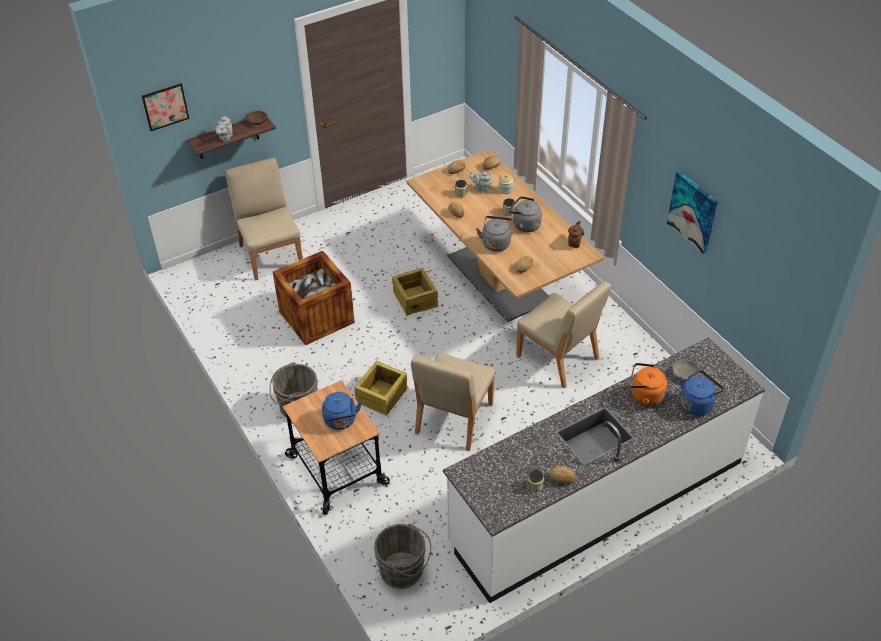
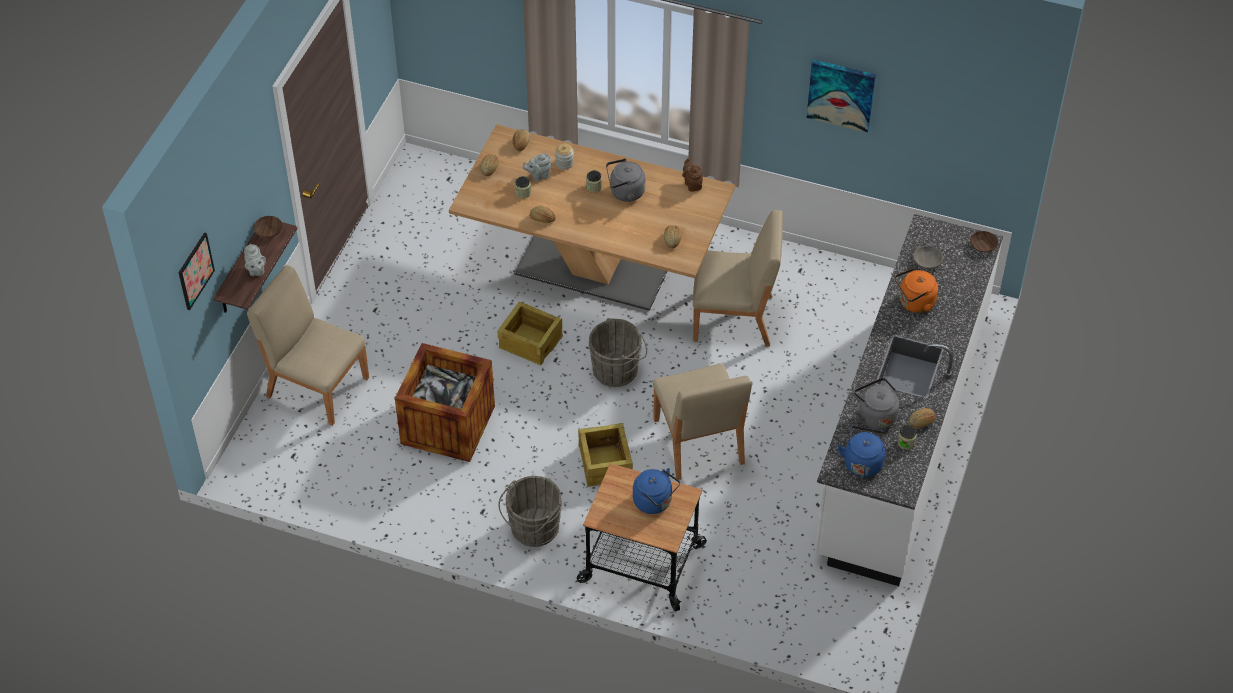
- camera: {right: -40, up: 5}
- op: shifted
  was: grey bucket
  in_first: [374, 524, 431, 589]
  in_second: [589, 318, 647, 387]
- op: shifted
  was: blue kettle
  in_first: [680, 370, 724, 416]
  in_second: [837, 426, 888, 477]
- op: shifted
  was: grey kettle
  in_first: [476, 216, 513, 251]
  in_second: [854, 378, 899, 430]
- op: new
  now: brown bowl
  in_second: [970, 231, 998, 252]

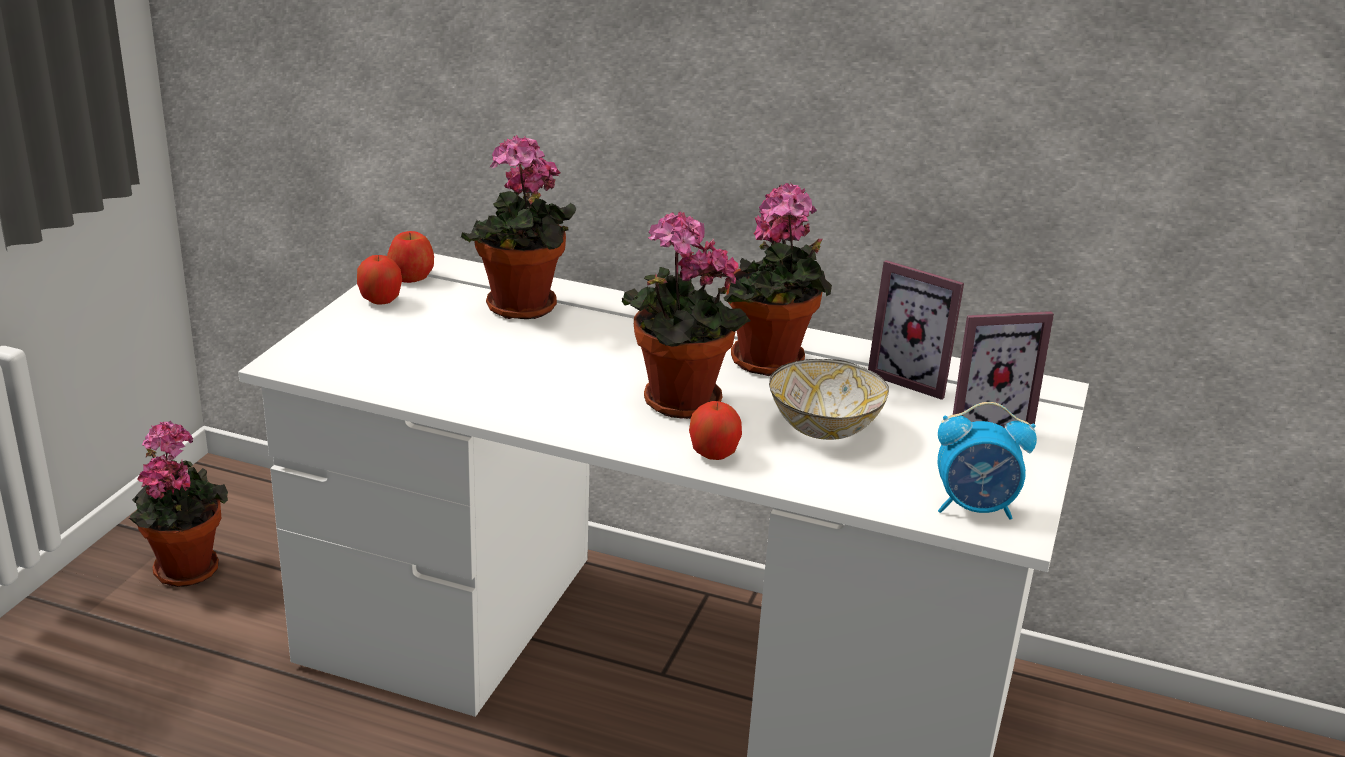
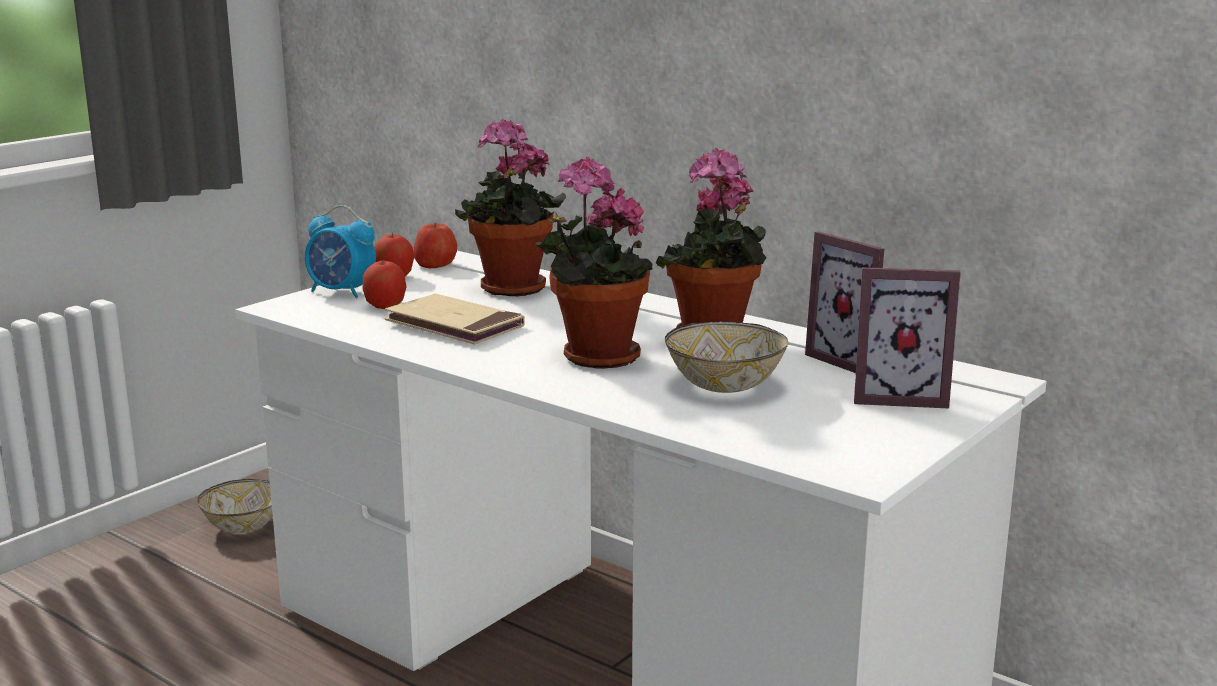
- camera: {right: 20, up: -10}
- op: swapped
  was: potted plant
  now: bowl
  in_first: [129, 421, 228, 587]
  in_second: [198, 479, 273, 533]
- op: shifted
  was: alarm clock
  in_first: [938, 402, 1037, 520]
  in_second: [305, 205, 376, 298]
- op: shifted
  was: apple
  in_first: [689, 401, 742, 460]
  in_second: [362, 261, 407, 309]
- op: new
  now: beige book
  in_second: [385, 294, 525, 345]

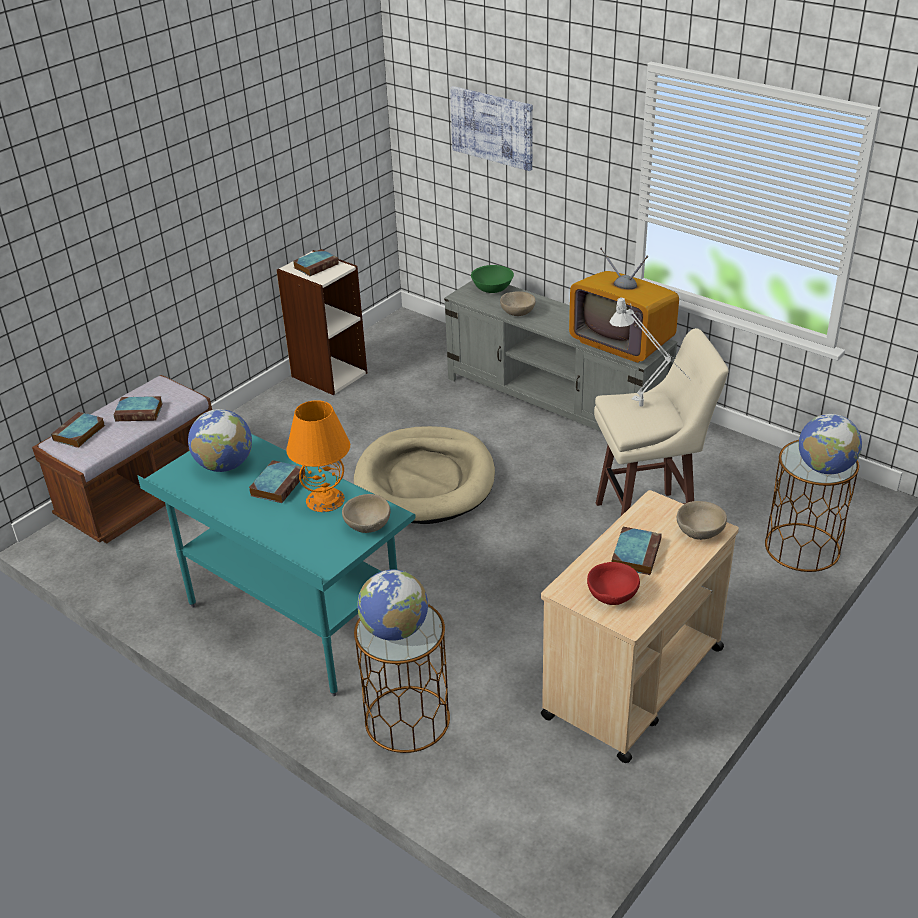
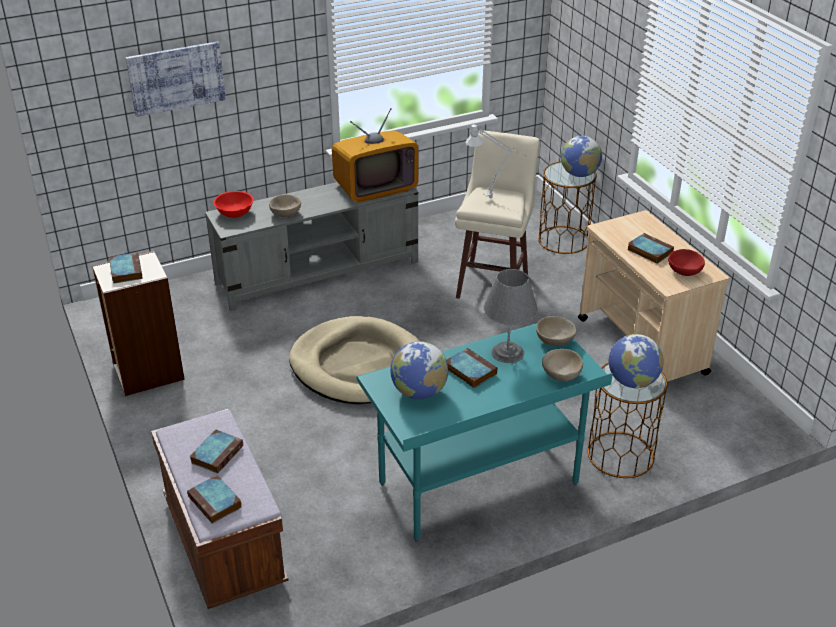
- camera: {right: -65, up: 0}
- op: repainted
  was: green bowl
  now: red bowl
  in_first: [471, 265, 514, 293]
  in_second: [214, 191, 254, 218]
- op: repainted
  was: orange table lamp
  now: grey table lamp
  in_first: [286, 400, 350, 512]
  in_second: [484, 269, 538, 363]
- op: shifted
  was: beige bowl
  in_first: [677, 501, 727, 540]
  in_second: [542, 349, 583, 381]

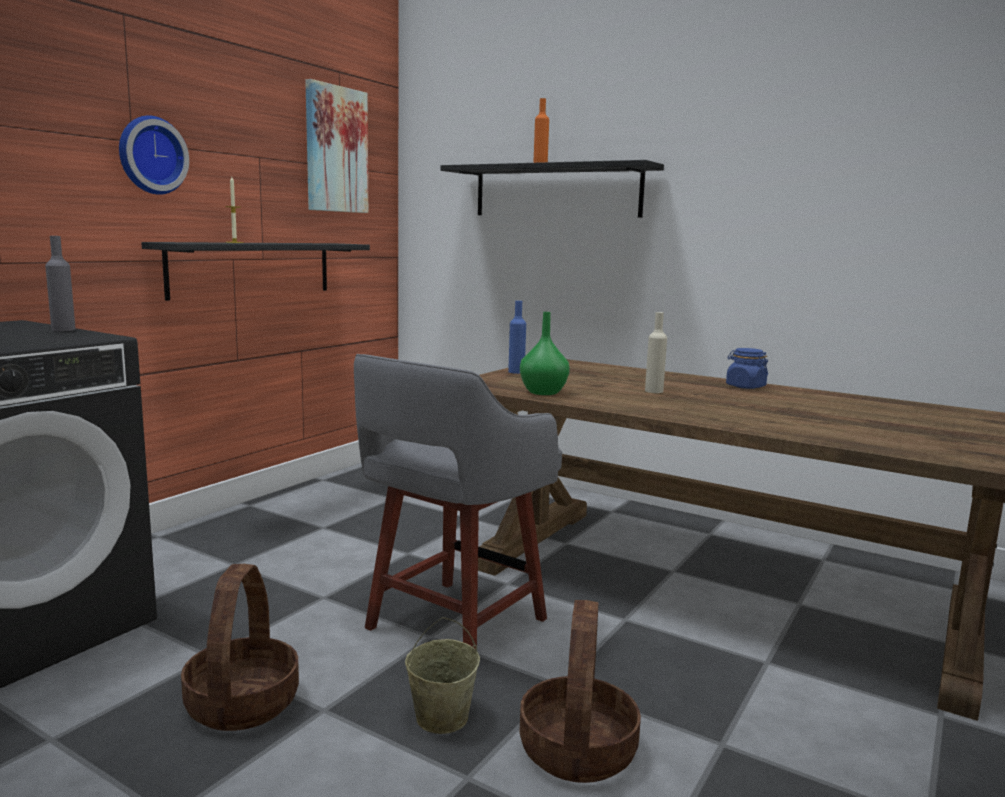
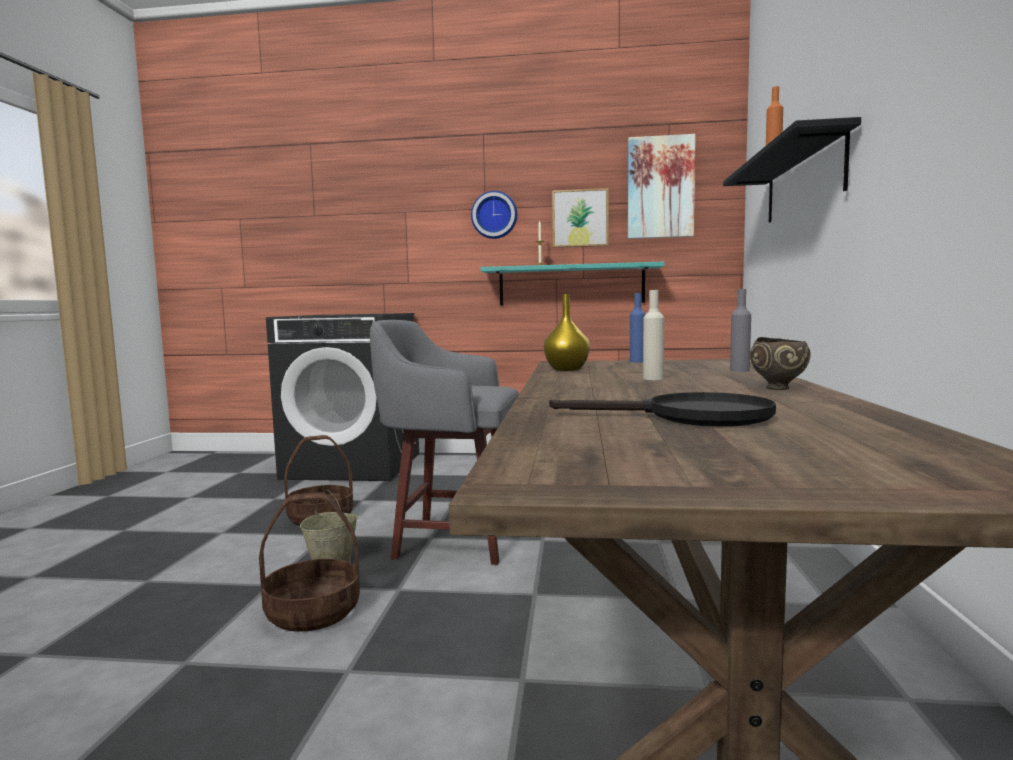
- camera: {right: 65, up: -5}
- op: repainted
  was: black shelf
  now: turquoise shelf
  in_first: [141, 242, 370, 301]
  in_second: [480, 262, 665, 306]
- op: repainted
  was: green vase
  now: yellow vase
  in_first: [520, 312, 570, 395]
  in_second: [543, 294, 590, 371]
- op: new
  now: black frying pan
  in_second: [549, 392, 776, 427]
- op: new
  now: picture
  in_second: [552, 188, 609, 248]
- op: shifted
  was: grey bottle
  in_first: [45, 236, 76, 331]
  in_second: [730, 289, 751, 372]
- op: swapped
  was: blue jar
  now: brown bowl
  in_first: [726, 348, 768, 389]
  in_second: [750, 337, 811, 390]

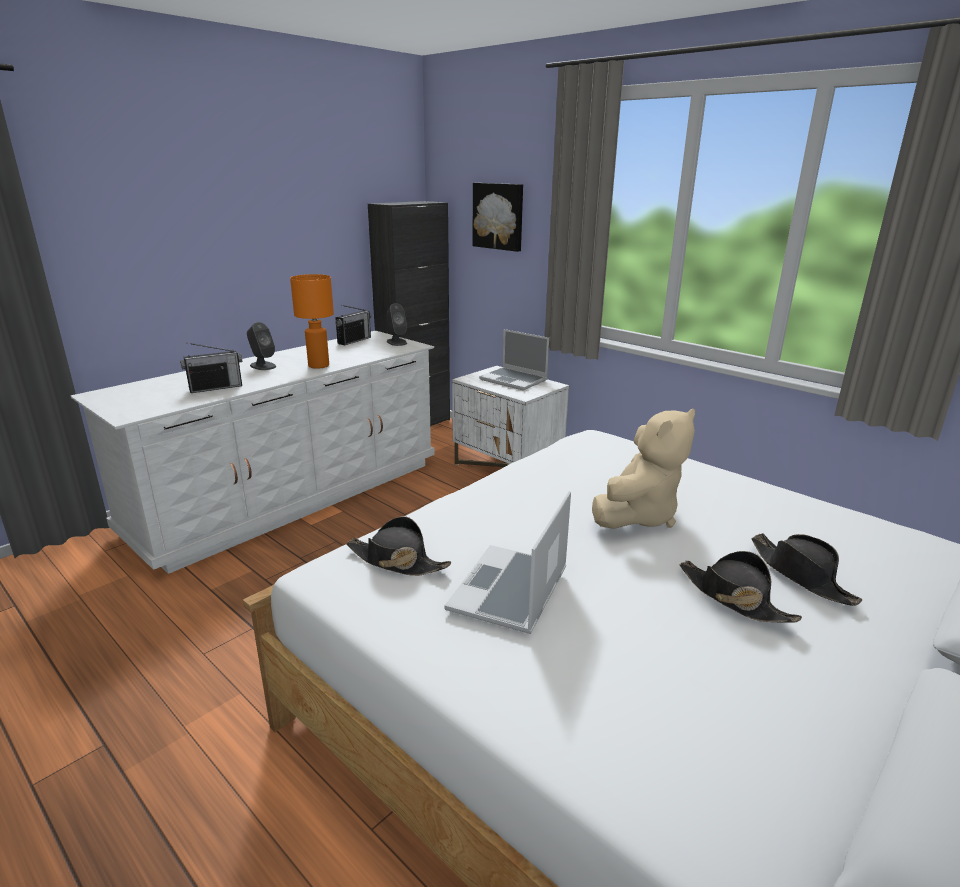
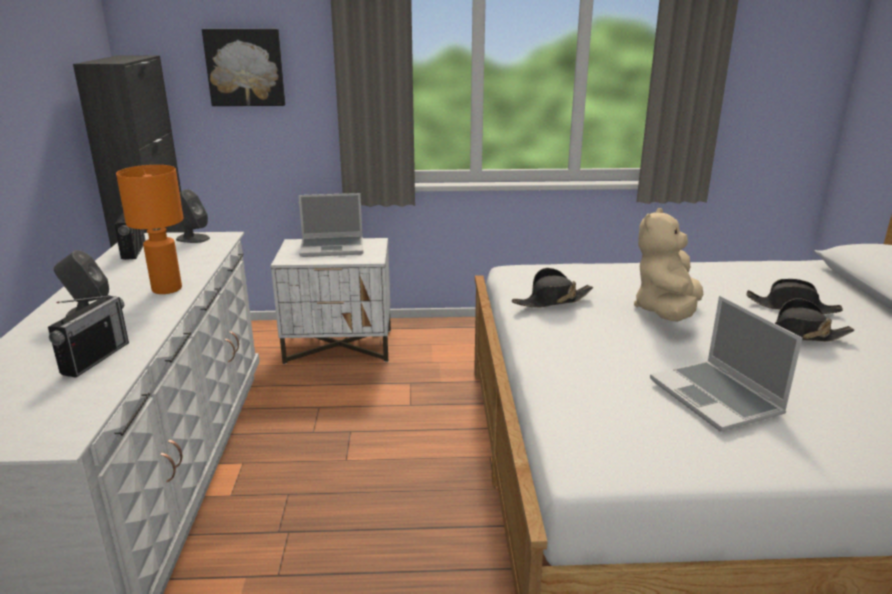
- camera: {right: -45, up: 0}
- op: shifted
  was: black hat
  in_first: [346, 516, 451, 576]
  in_second: [512, 268, 593, 308]
- op: rotated
  was: beige plush toy
  in_first: [592, 409, 695, 529]
  in_second: [634, 208, 703, 322]
  clockwise: -150

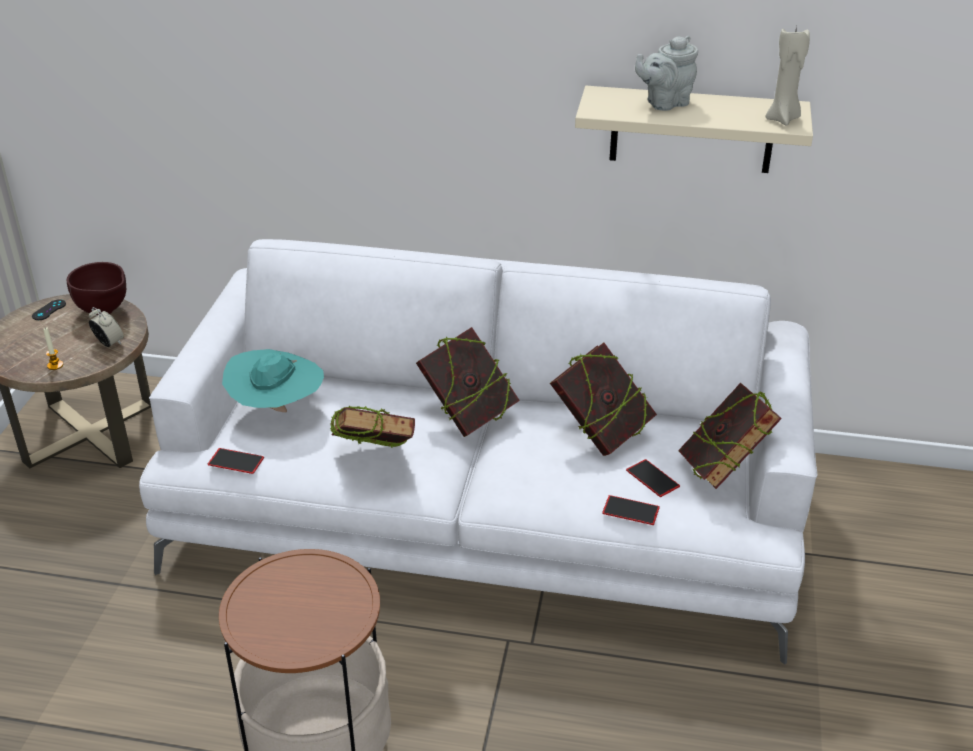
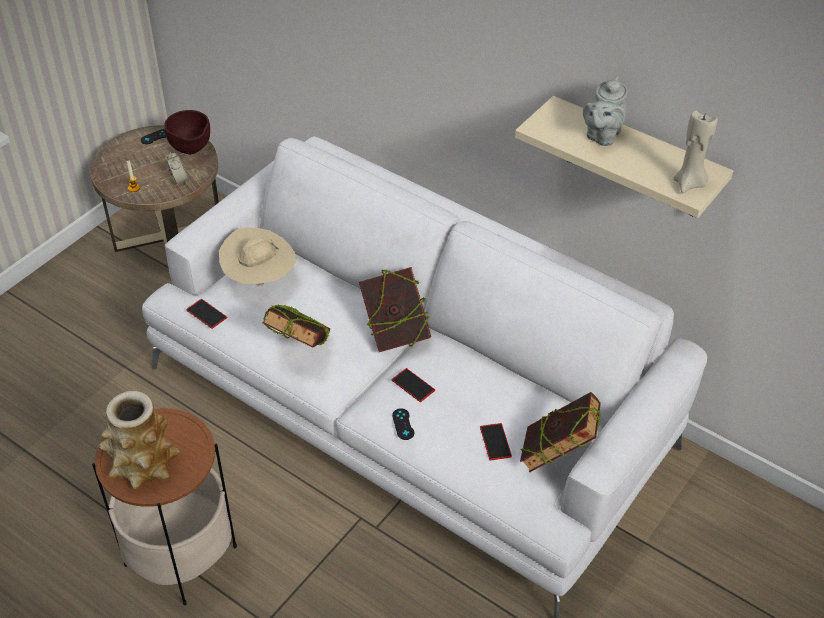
- camera: {right: 25, up: 10}
- op: new
  now: vase
  in_second: [99, 391, 180, 489]
- op: repainted
  was: turquoise hat
  now: beige hat
  in_first: [222, 349, 324, 413]
  in_second: [219, 228, 296, 285]
- op: shifted
  was: phone
  in_first: [602, 495, 660, 525]
  in_second: [391, 368, 435, 402]
- op: new
  now: black game controller
  in_second: [392, 408, 414, 440]
- op: rotated
  was: grey teapot
  in_first: [635, 36, 698, 111]
  in_second: [583, 77, 628, 146]
  clockwise: -60
- op: gone
  was: book
  in_first: [550, 342, 657, 456]

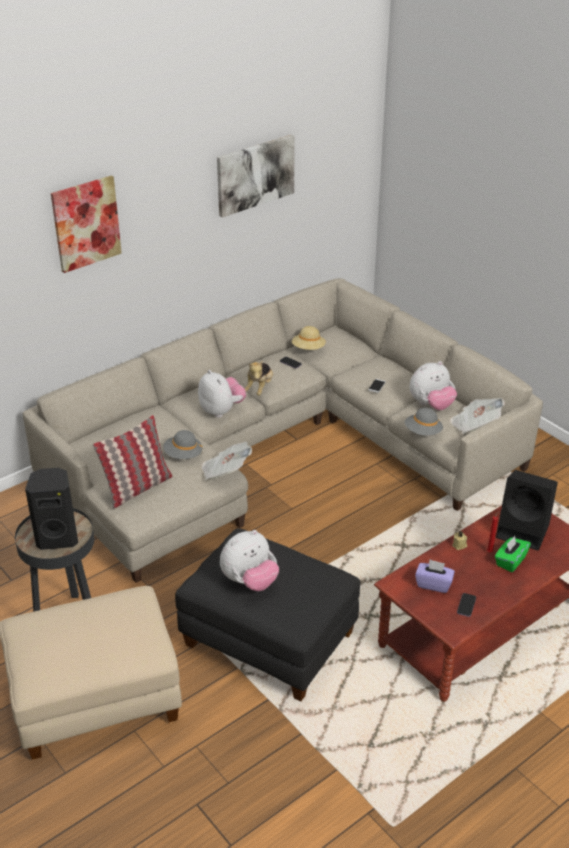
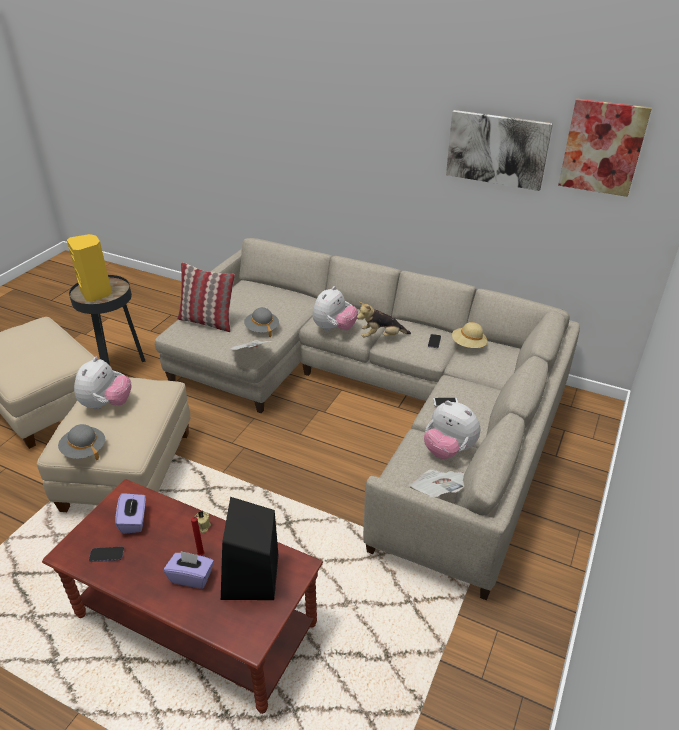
- camera: {right: 65, up: 0}
- op: repainted
  was: black ottoman
  now: beige ottoman
  in_first: [175, 528, 361, 701]
  in_second: [37, 377, 191, 512]
- op: shifted
  was: grey hat
  in_first: [405, 408, 443, 436]
  in_second: [58, 424, 105, 460]
- op: repainted
  was: black speaker
  now: yellow speaker
  in_first: [25, 468, 78, 550]
  in_second: [67, 234, 112, 302]
- op: rotated
  was: plush toy
  in_first: [220, 530, 279, 591]
  in_second: [74, 357, 131, 410]
  clockwise: -105
- op: repainted
  was: green tissue box
  now: purple tissue box
  in_first: [495, 536, 531, 572]
  in_second: [164, 551, 214, 589]
- op: shifted
  was: picture
  in_first: [51, 176, 122, 273]
  in_second: [558, 99, 652, 197]

